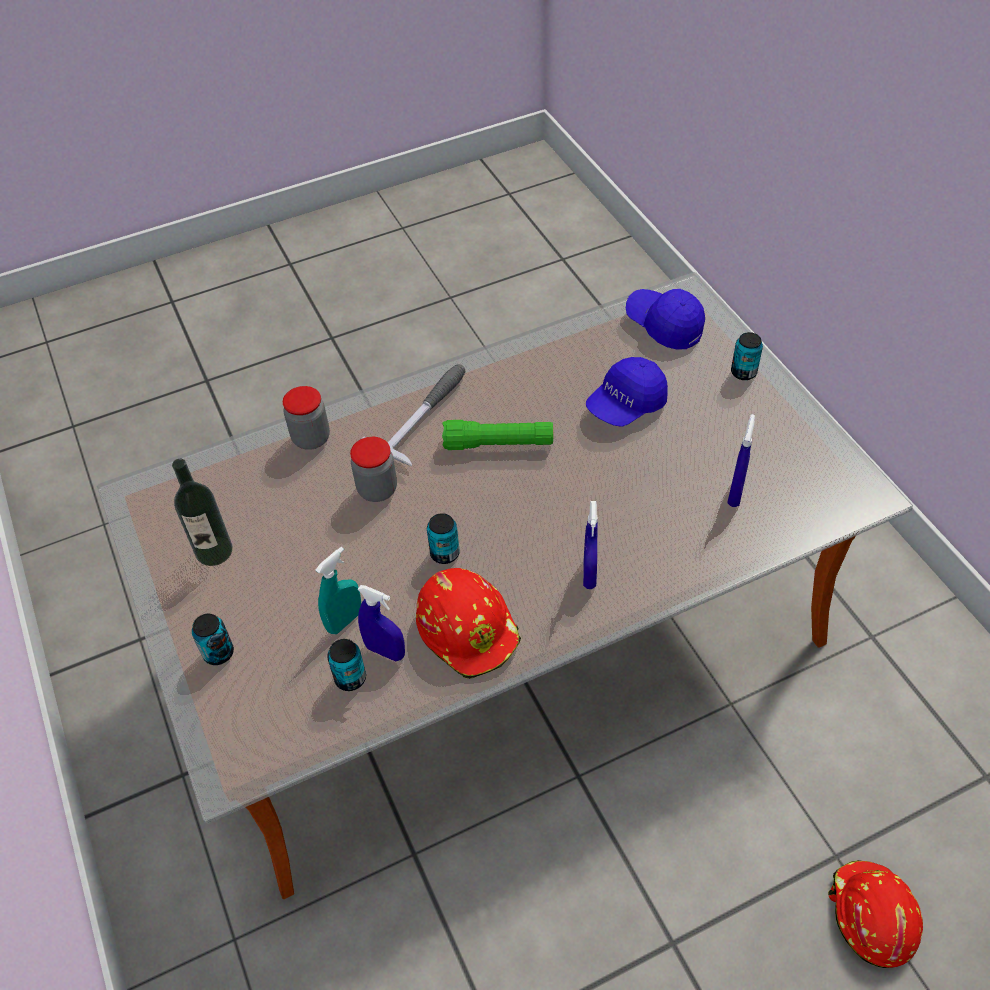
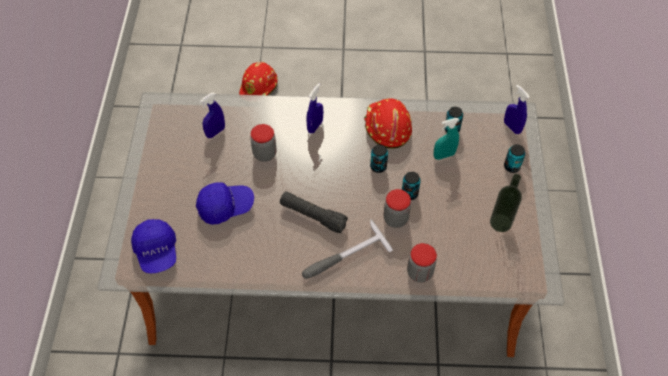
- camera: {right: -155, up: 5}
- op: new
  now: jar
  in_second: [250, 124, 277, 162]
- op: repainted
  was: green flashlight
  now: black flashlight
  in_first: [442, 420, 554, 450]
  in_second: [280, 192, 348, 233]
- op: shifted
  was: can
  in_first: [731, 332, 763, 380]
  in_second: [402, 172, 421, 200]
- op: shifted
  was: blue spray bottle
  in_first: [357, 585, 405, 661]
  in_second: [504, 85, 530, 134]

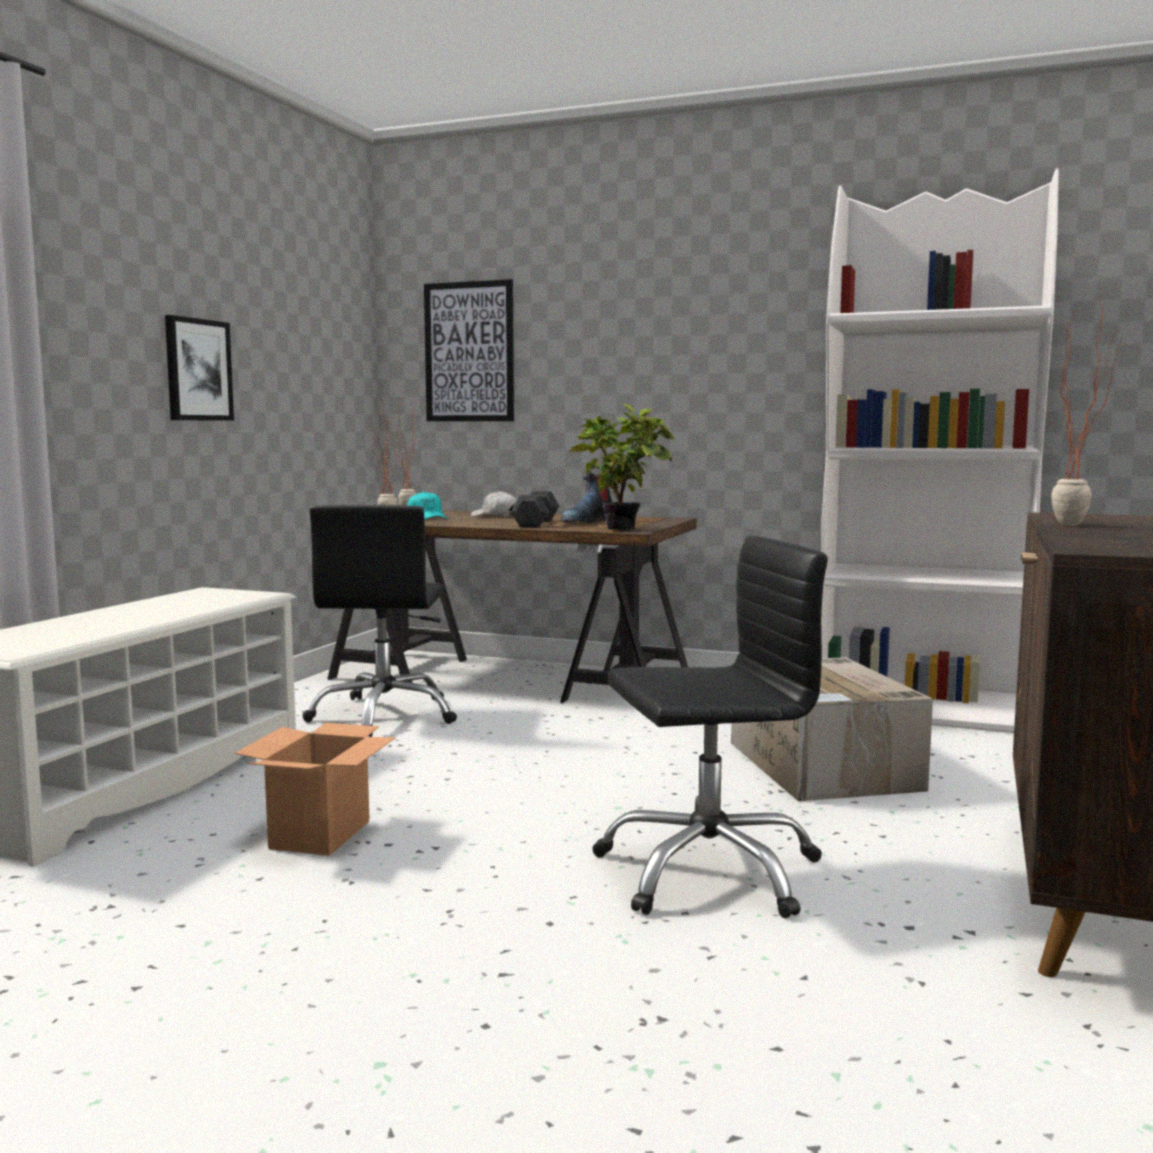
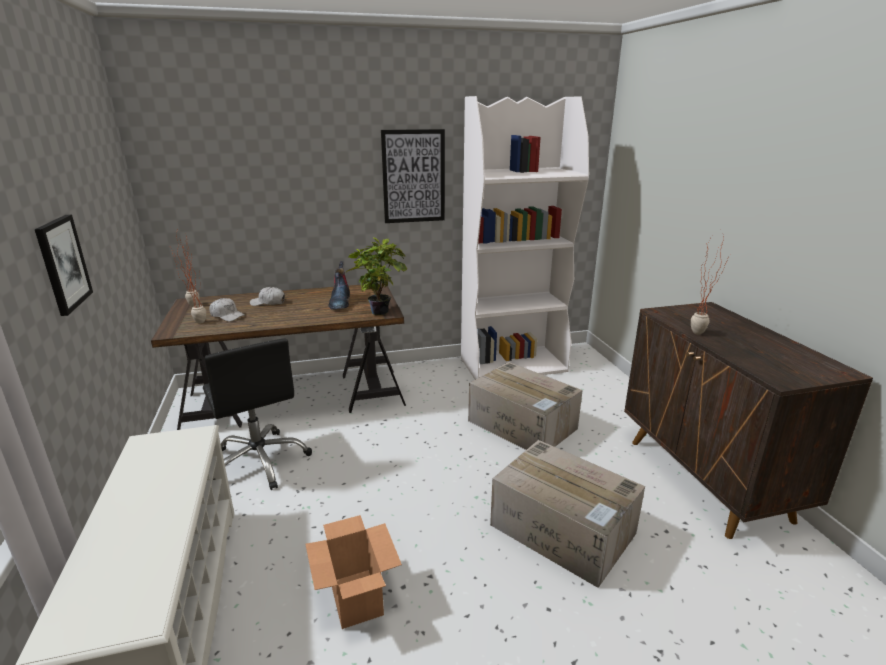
- camera: {right: -35, up: 15}
- op: repainted
  was: turquoise cap
  now: white cap
  in_first: [407, 491, 448, 520]
  in_second: [209, 298, 245, 322]
- op: shifted
  was: picture
  in_first: [424, 279, 514, 421]
  in_second: [381, 129, 445, 223]
- op: swapped
  was: black office chair
  now: cardboard box
  in_first: [592, 536, 828, 919]
  in_second: [490, 440, 645, 588]
- op: gone
  was: black dumbbell
  in_first: [511, 491, 559, 528]

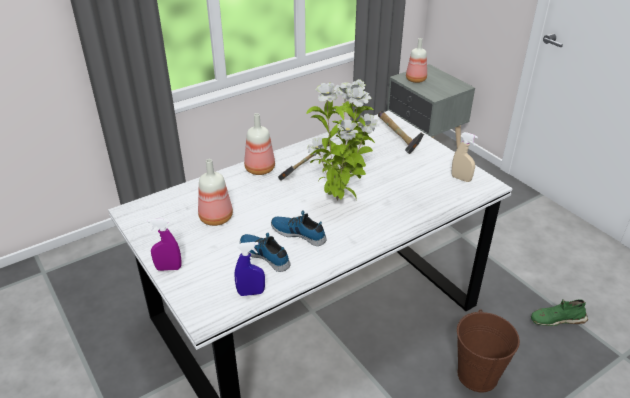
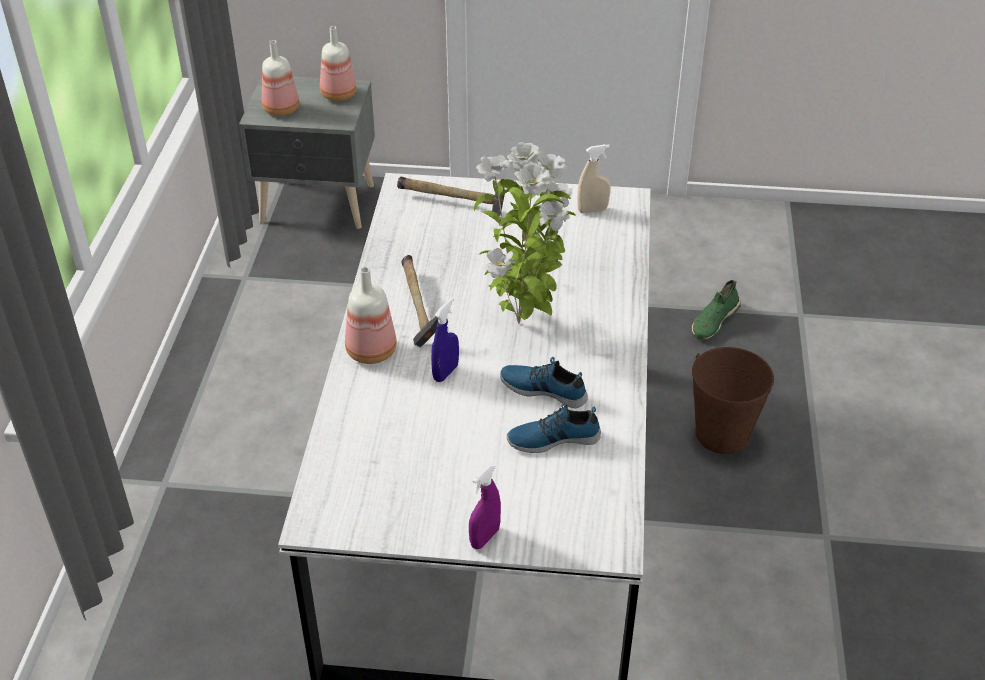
- camera: {right: -50, up: 5}
- op: shifted
  was: bottle
  in_first: [198, 159, 233, 226]
  in_second: [320, 26, 357, 101]
- op: shifted
  was: blue spray bottle
  in_first: [234, 242, 265, 296]
  in_second: [431, 298, 459, 382]
- op: rotated
  was: shoe
  in_first: [271, 210, 326, 246]
  in_second: [500, 357, 588, 408]
  clockwise: 45

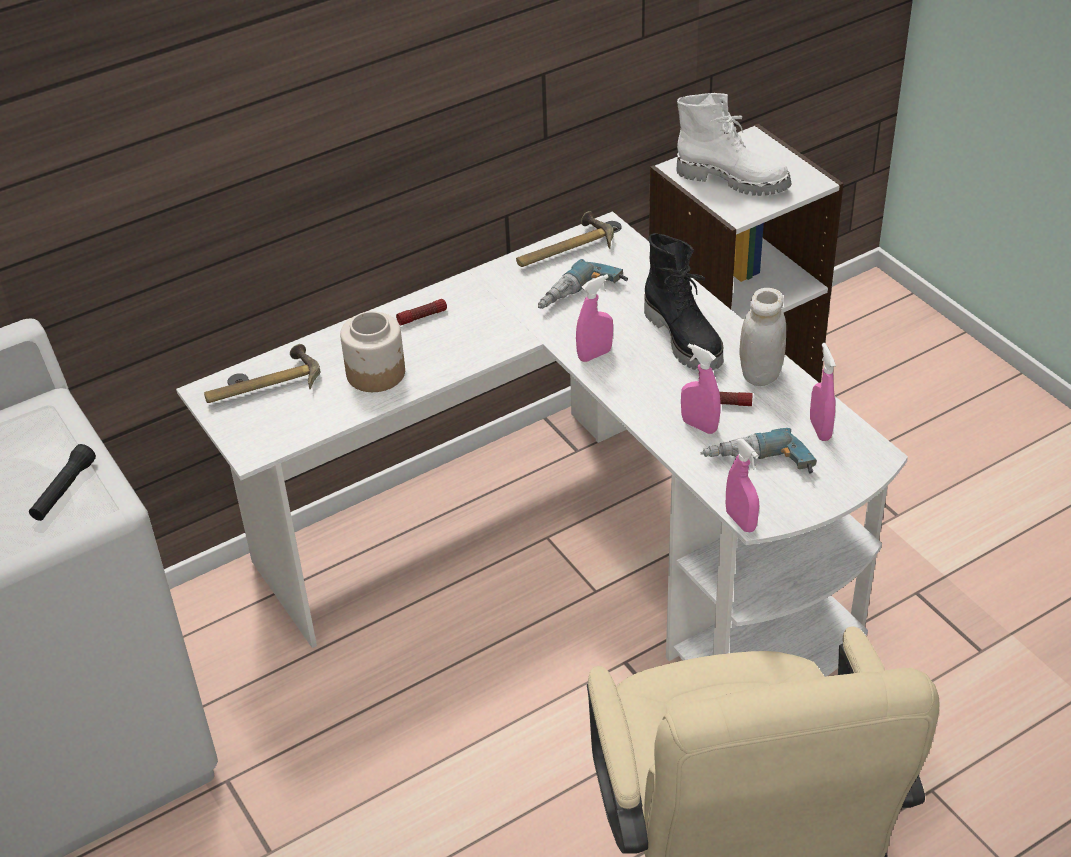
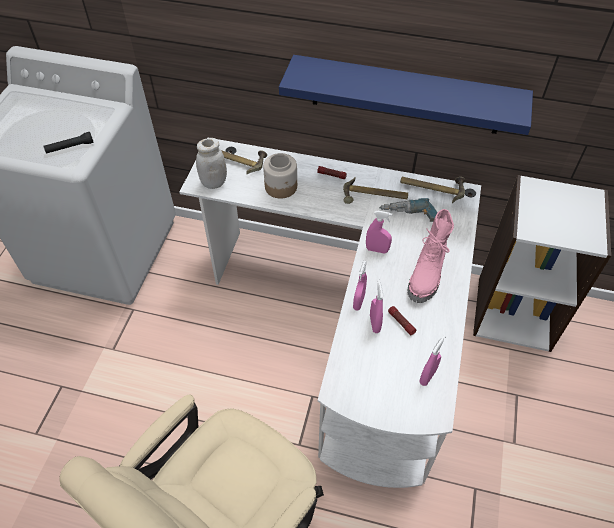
- camera: {right: 45, up: 10}
- op: shifted
  was: white jar
  in_first: [740, 288, 786, 386]
  in_second: [196, 138, 227, 189]
- op: new
  now: blue shelf
  in_second: [279, 55, 533, 135]
- op: new
  now: hammer
  in_second: [343, 177, 408, 204]
- op: shifted
  was: pink spray bottle
  in_first: [726, 438, 759, 532]
  in_second: [353, 261, 367, 311]
- op: repainted
  was: black boot
  now: pink boot
  in_first: [644, 233, 723, 371]
  in_second: [407, 209, 454, 303]
- op: gone
  was: white boot
  in_first: [677, 93, 792, 196]
- op: gone
  was: power drill
  in_first: [700, 428, 817, 474]

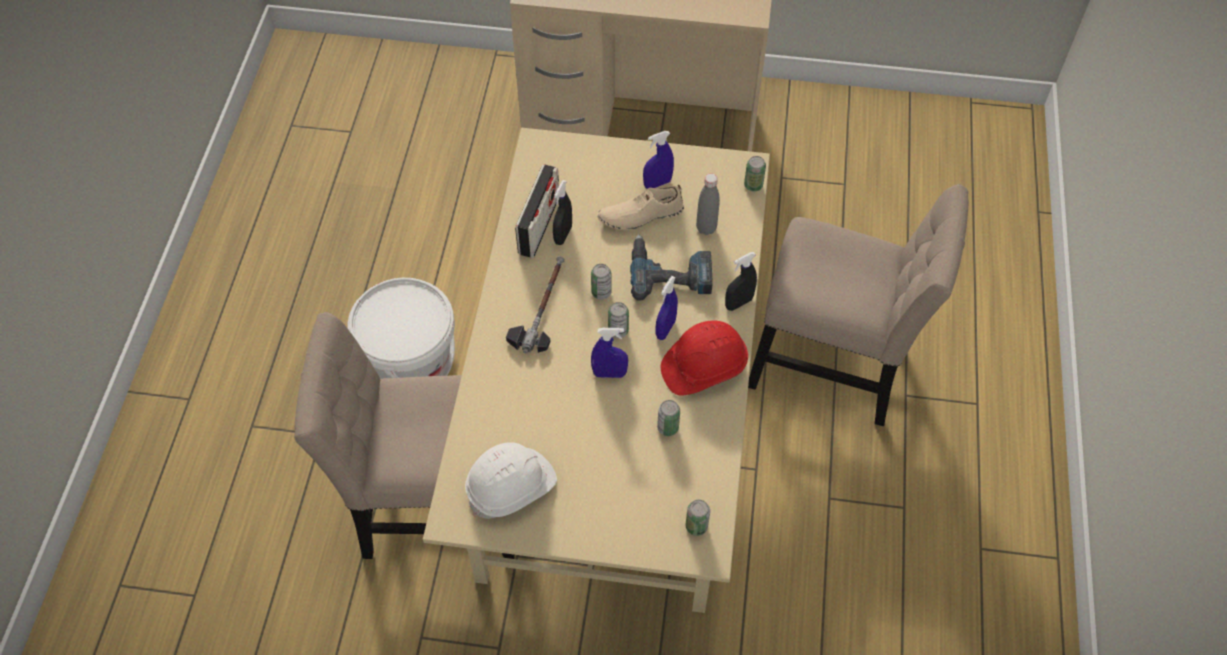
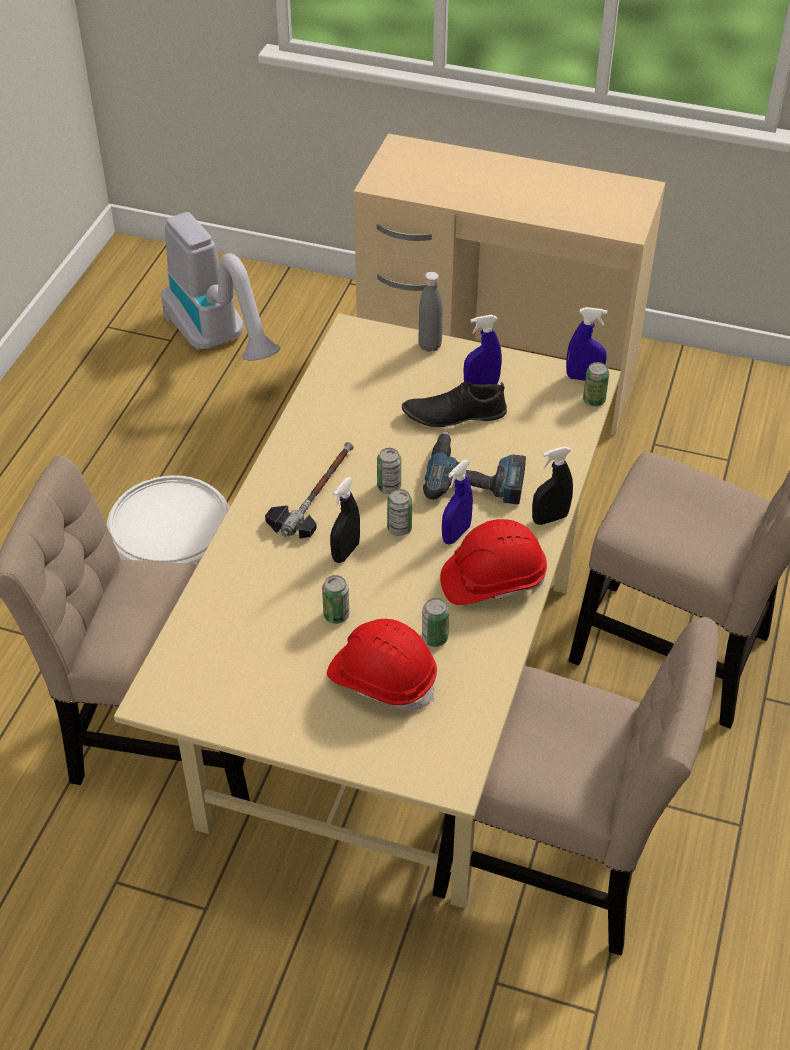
- camera: {right: 10, up: -10}
- op: new
  now: vacuum cleaner
  in_second: [161, 212, 280, 361]
- op: shifted
  was: can
  in_first: [686, 500, 710, 536]
  in_second: [322, 575, 350, 624]
- op: new
  now: red hard hat
  in_second: [327, 619, 437, 711]
- op: shifted
  was: black spray bottle
  in_first: [553, 180, 572, 245]
  in_second: [330, 477, 360, 563]
- op: repainted
  was: beige shoe
  now: black shoe
  in_first: [597, 185, 684, 230]
  in_second: [402, 382, 507, 427]
- op: shifted
  was: grey bottle
  in_first: [696, 173, 720, 235]
  in_second: [418, 272, 443, 352]
- op: new
  now: beige chair
  in_second: [432, 617, 718, 955]
- op: shifted
  was: blue spray bottle
  in_first: [591, 328, 628, 378]
  in_second: [566, 307, 608, 381]
- op: gone
  was: white hard hat
  in_first: [465, 442, 557, 519]
- op: gone
  was: radio
  in_first: [515, 164, 559, 258]

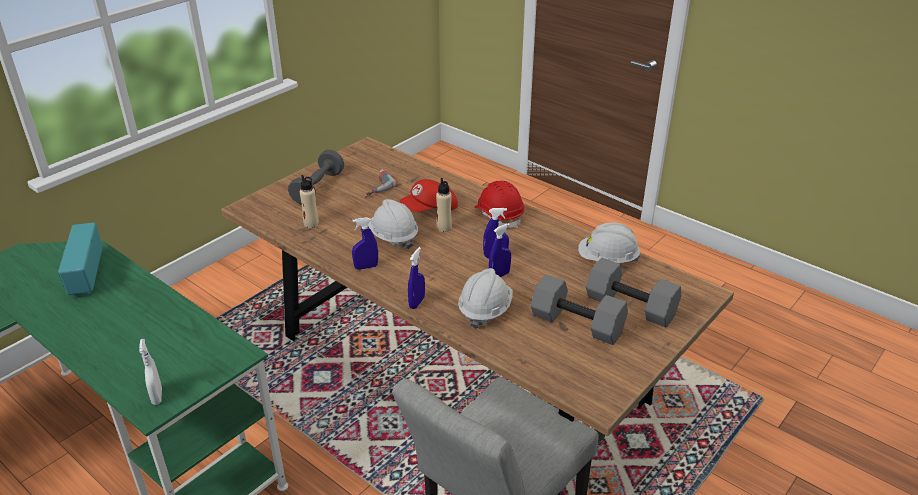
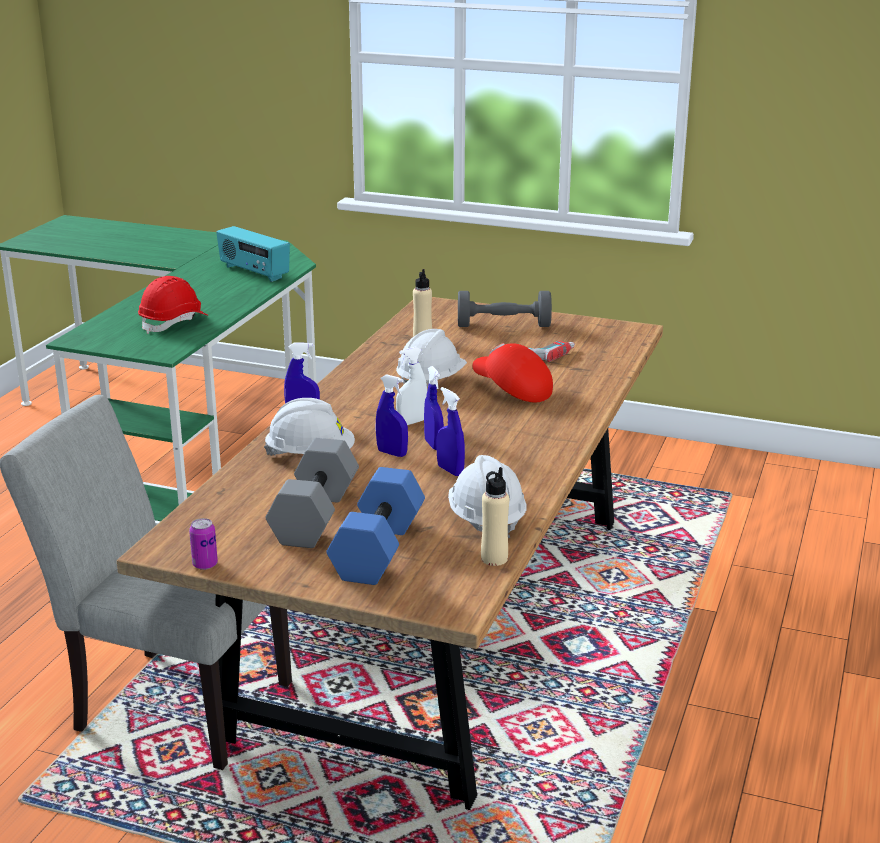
- camera: {right: 70, up: -10}
- op: shifted
  was: red hard hat
  in_first: [474, 180, 525, 228]
  in_second: [138, 276, 209, 334]
- op: new
  now: can
  in_second: [189, 518, 218, 570]
- op: rotated
  was: radio
  in_first: [58, 222, 103, 297]
  in_second: [216, 226, 290, 282]
  clockwise: -105
- op: repainted
  was: grey dumbbell
  now: blue dumbbell
  in_first: [586, 258, 681, 328]
  in_second: [326, 467, 425, 585]
- op: shifted
  was: white spray bottle
  in_first: [139, 339, 162, 405]
  in_second: [396, 347, 427, 425]
- op: shifted
  was: blue spray bottle
  in_first: [352, 217, 378, 270]
  in_second: [437, 387, 465, 476]
- op: shifted
  was: beige bottle
  in_first: [436, 178, 452, 232]
  in_second: [481, 467, 509, 566]

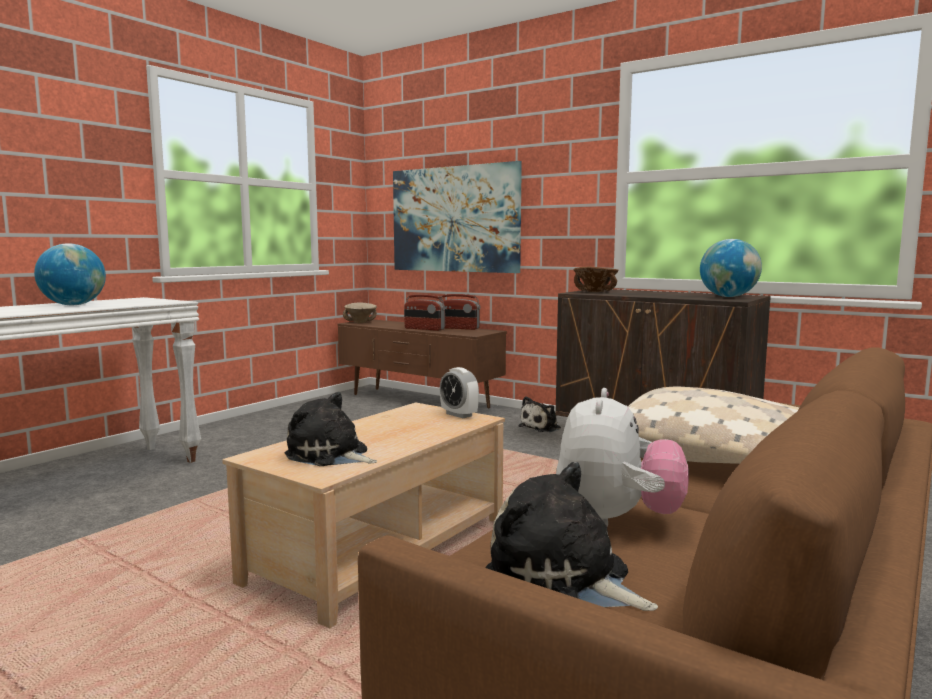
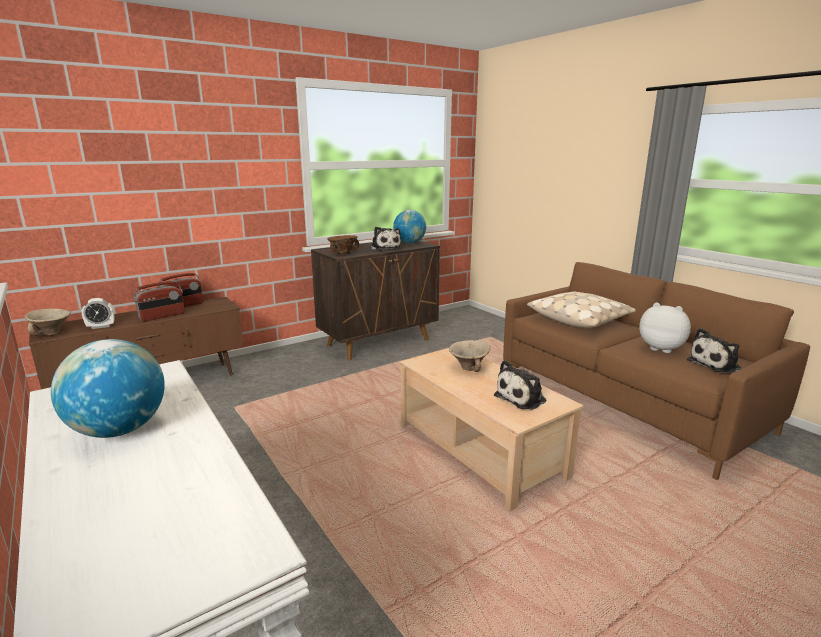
- camera: {right: -70, up: 10}
- op: shifted
  was: alarm clock
  in_first: [440, 367, 479, 418]
  in_second: [82, 298, 114, 329]
- op: shifted
  was: plush toy
  in_first: [518, 396, 561, 432]
  in_second: [370, 227, 401, 251]
- op: new
  now: beige bowl
  in_second: [449, 340, 490, 372]
- op: gone
  was: picture
  in_first: [393, 161, 522, 273]

